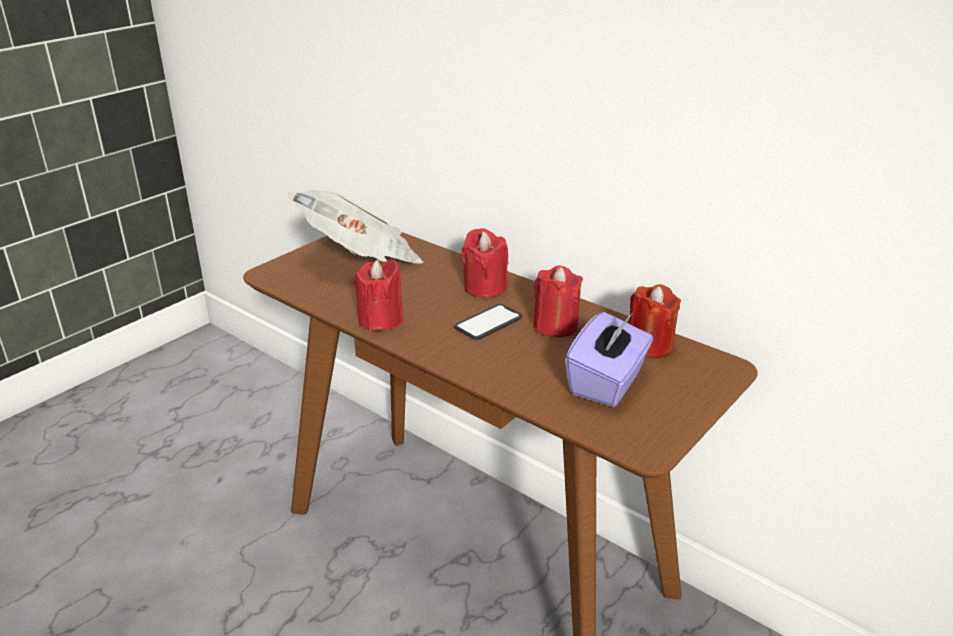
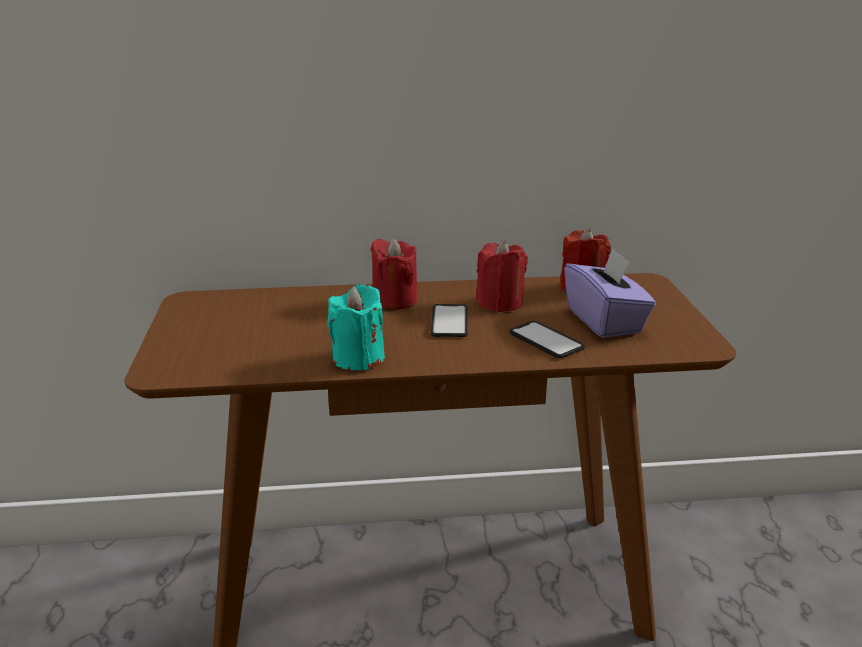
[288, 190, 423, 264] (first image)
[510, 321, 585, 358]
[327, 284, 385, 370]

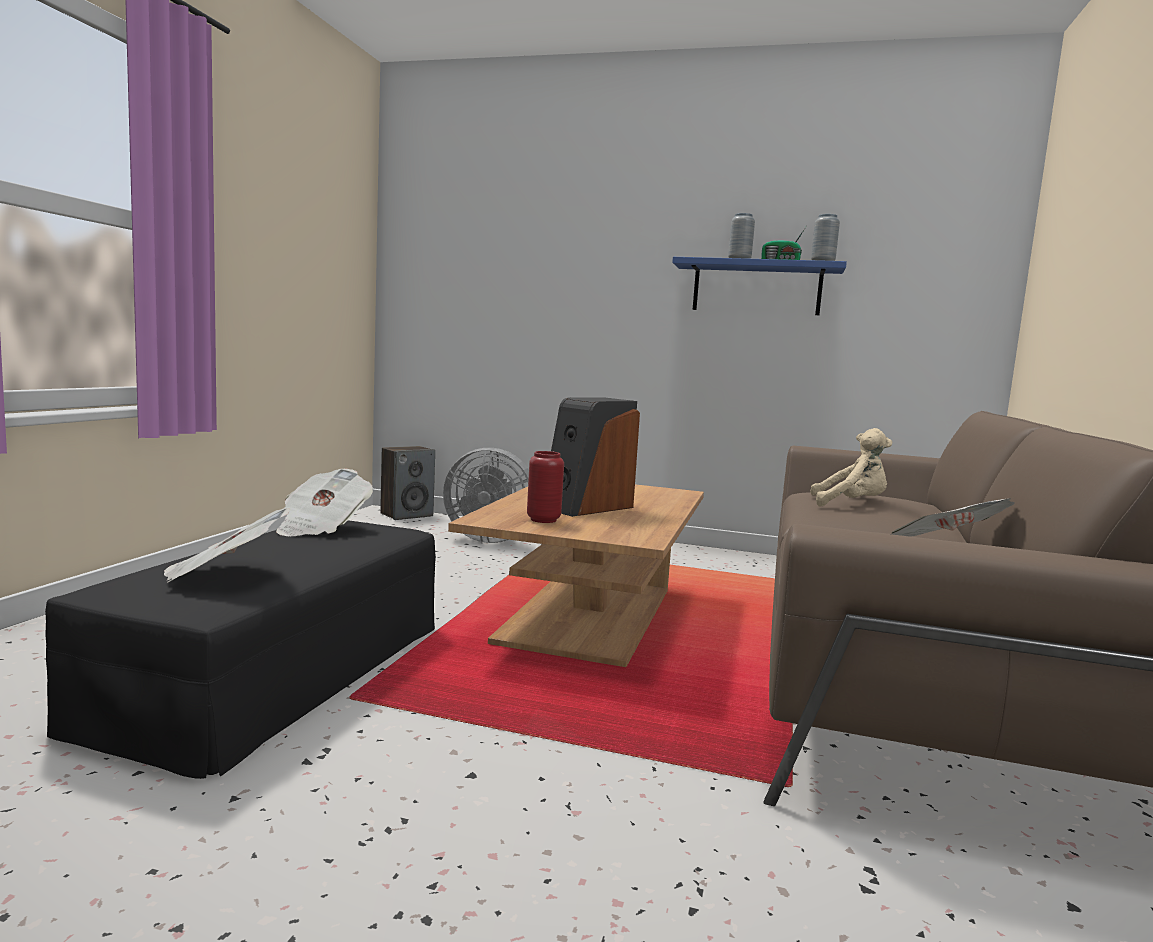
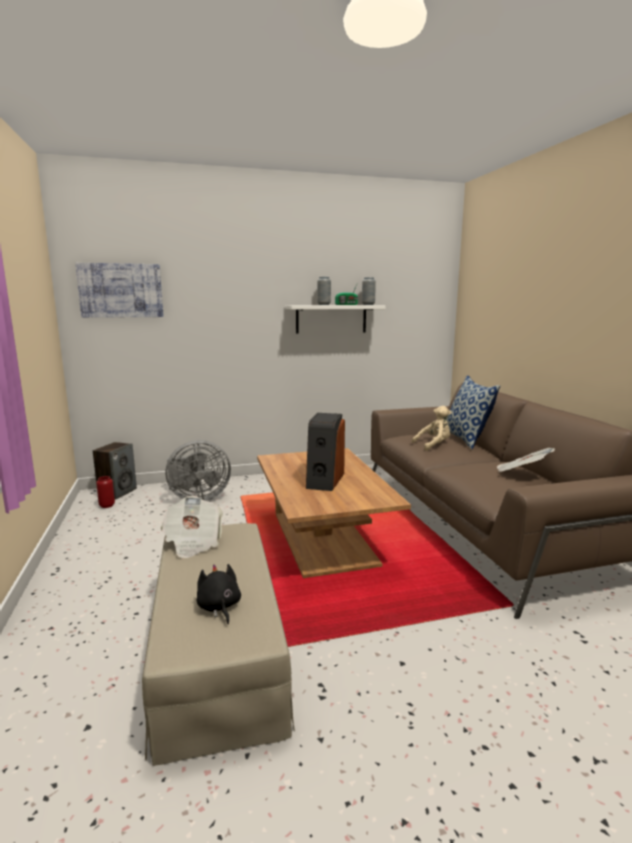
[75, 263, 164, 318]
[447, 375, 500, 449]
[96, 476, 115, 508]
[197, 564, 241, 624]
[142, 523, 295, 766]
[286, 305, 386, 334]

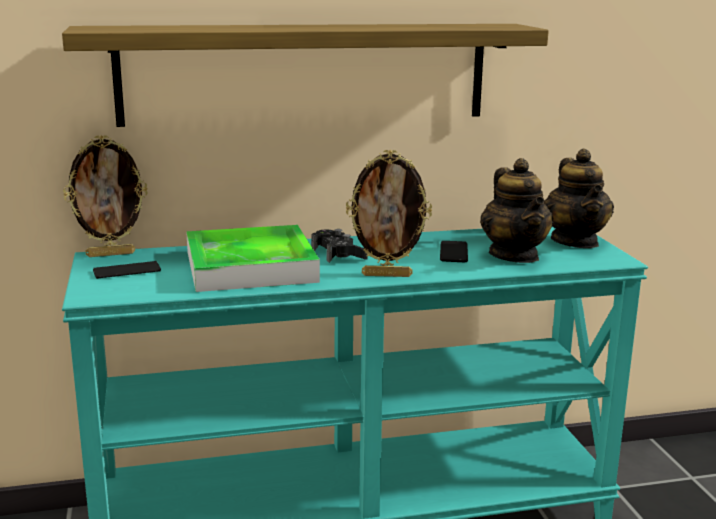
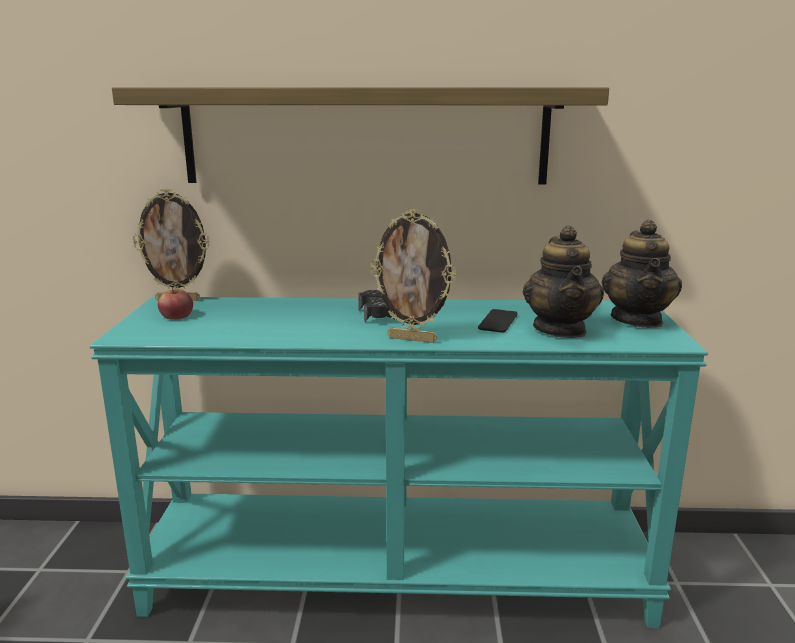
[186, 225, 320, 292] (first image)
[158, 287, 193, 320]

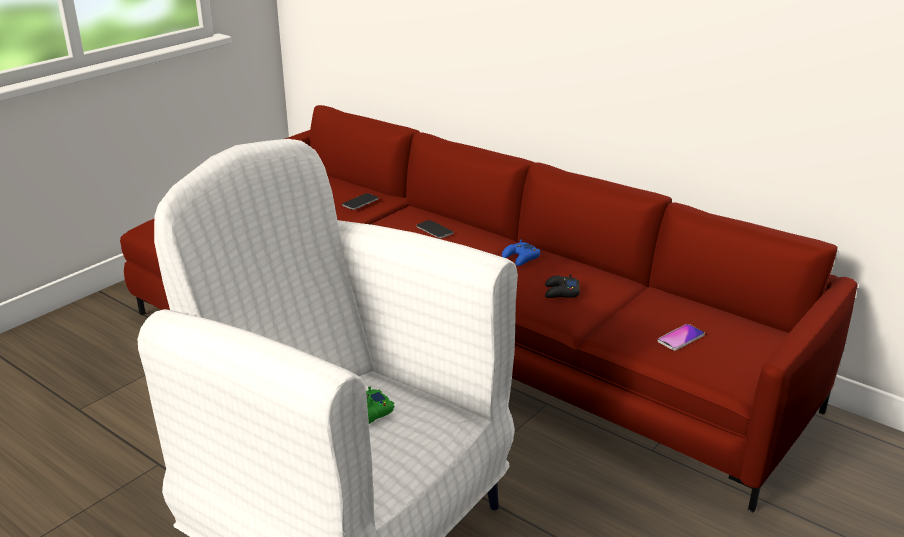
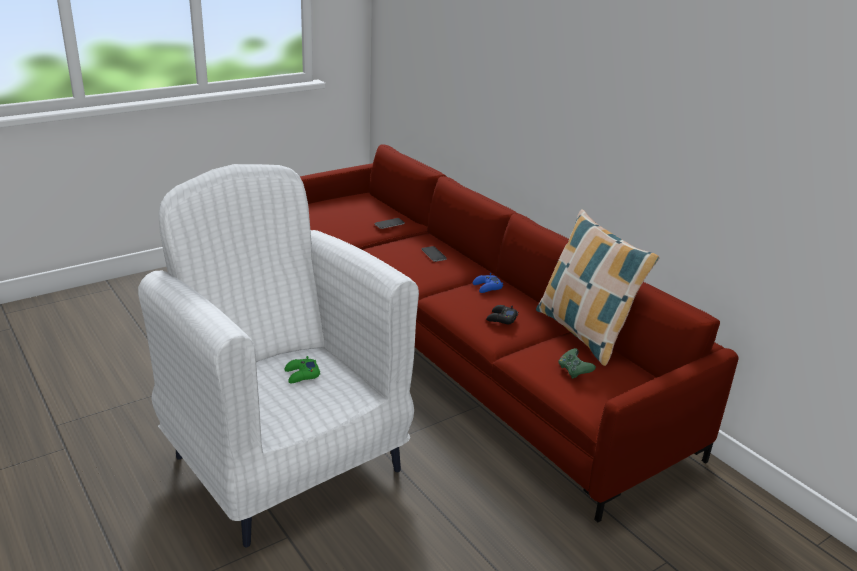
[536, 209, 659, 366]
[558, 348, 596, 379]

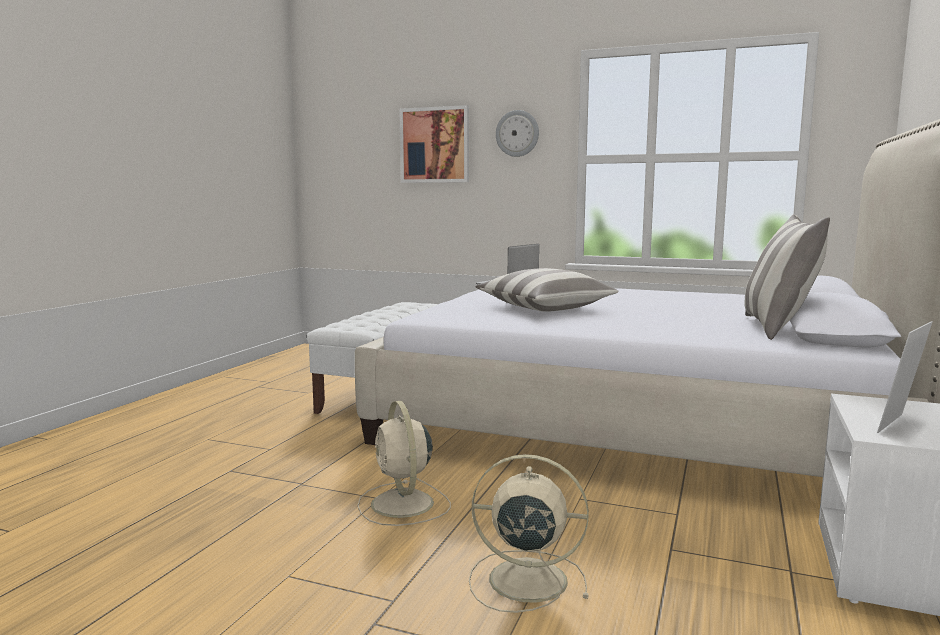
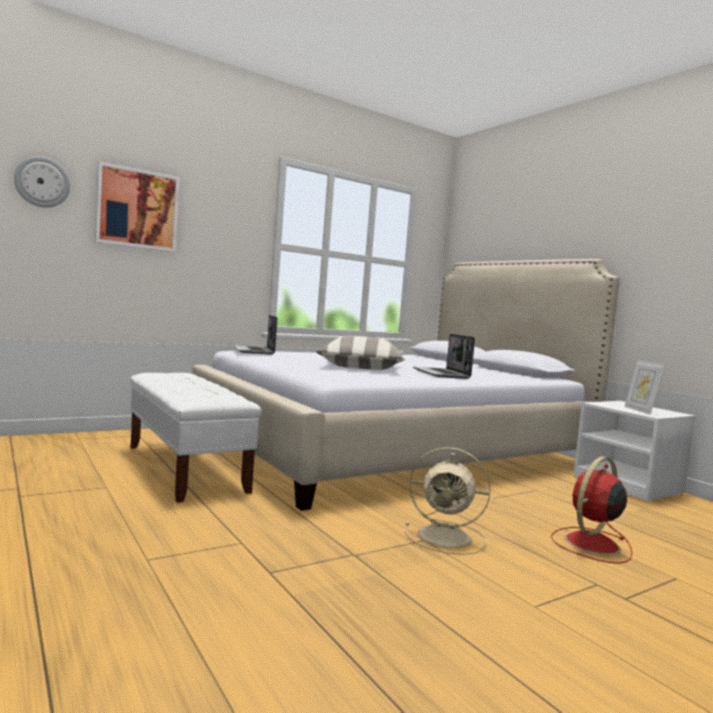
[744, 214, 830, 340] (first image)
[413, 334, 475, 379]
[14, 156, 70, 208]
[551, 456, 632, 564]

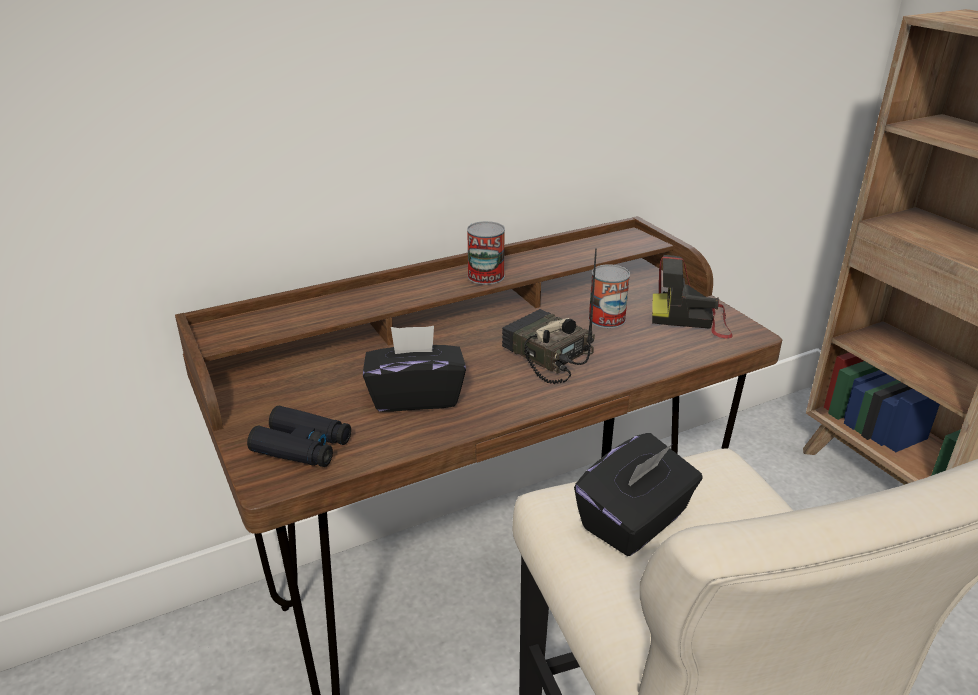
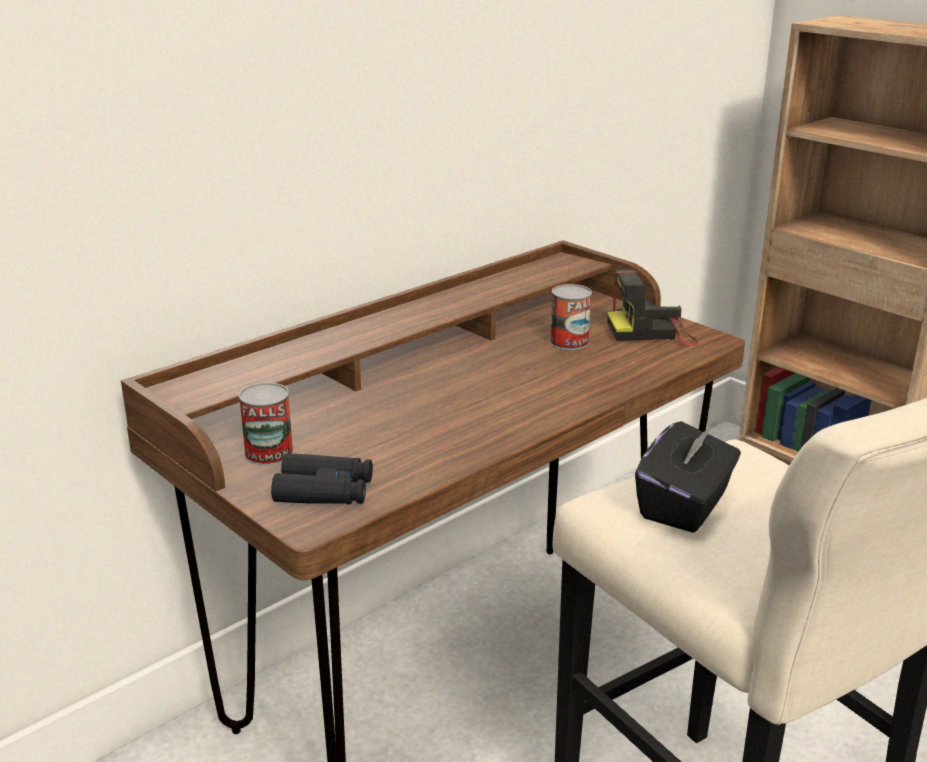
[363, 326, 466, 412] (first image)
[502, 248, 597, 384] (first image)
[239, 383, 293, 465]

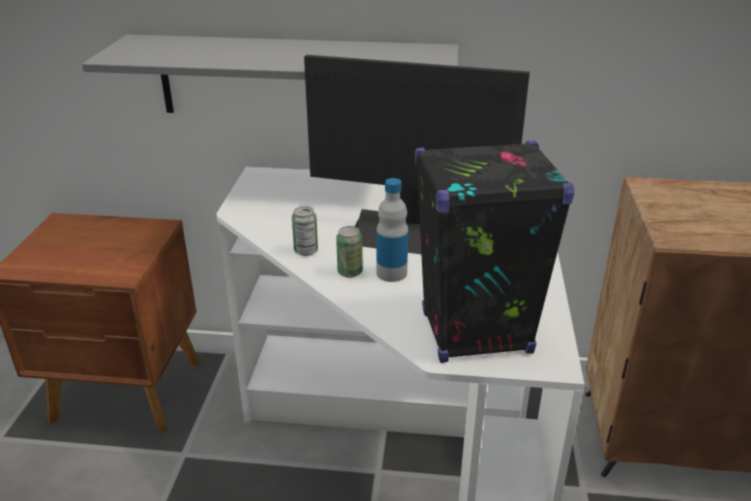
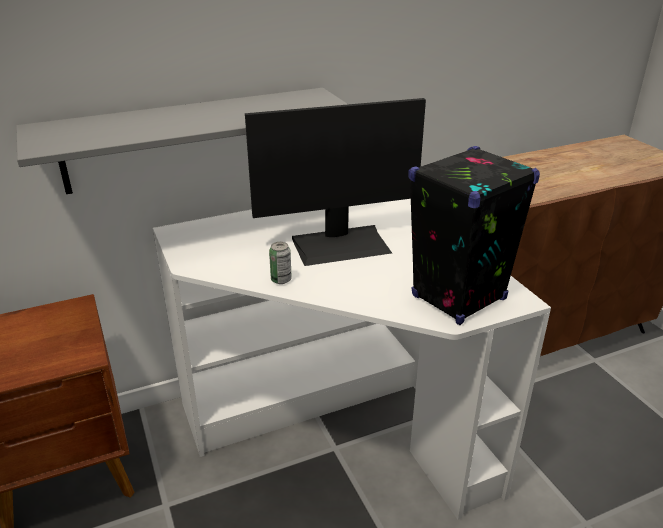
[336, 226, 363, 278] (first image)
[376, 178, 408, 282] (first image)

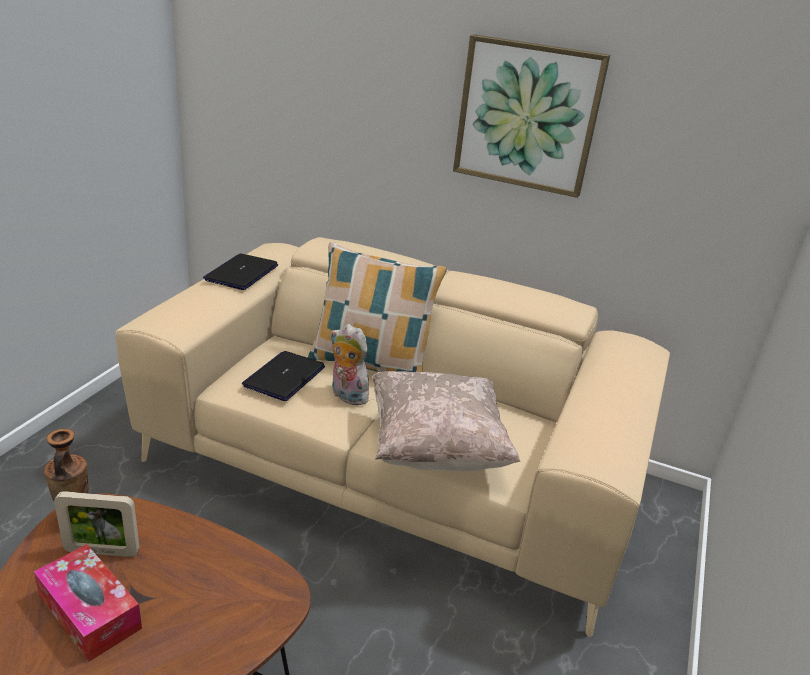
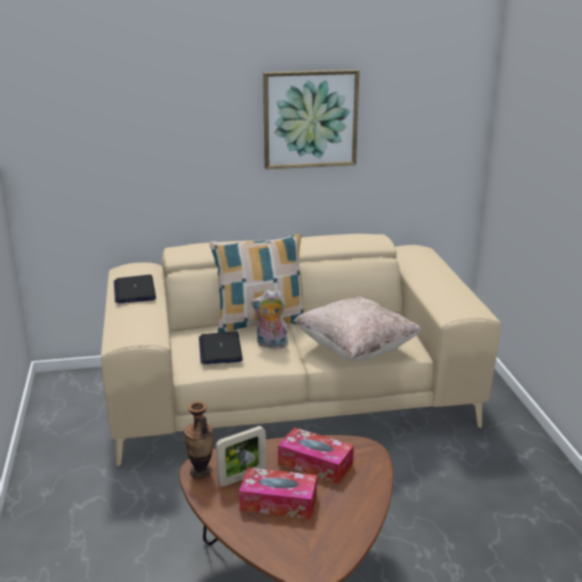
[278, 427, 354, 484]

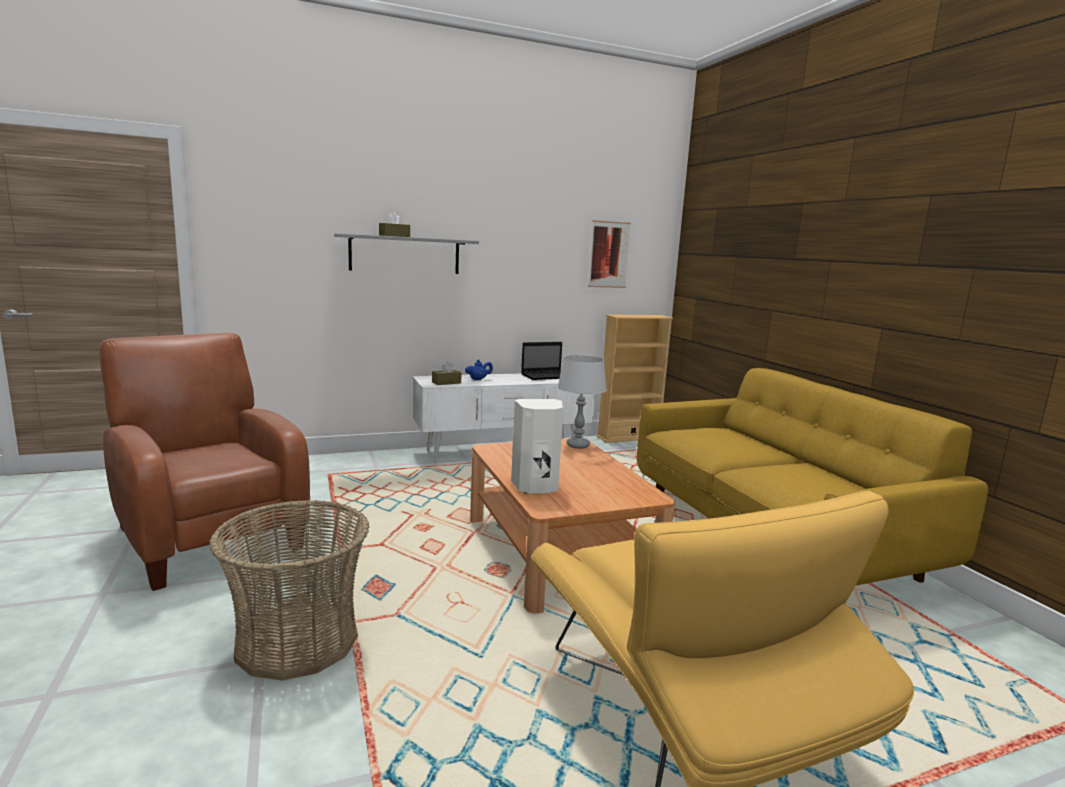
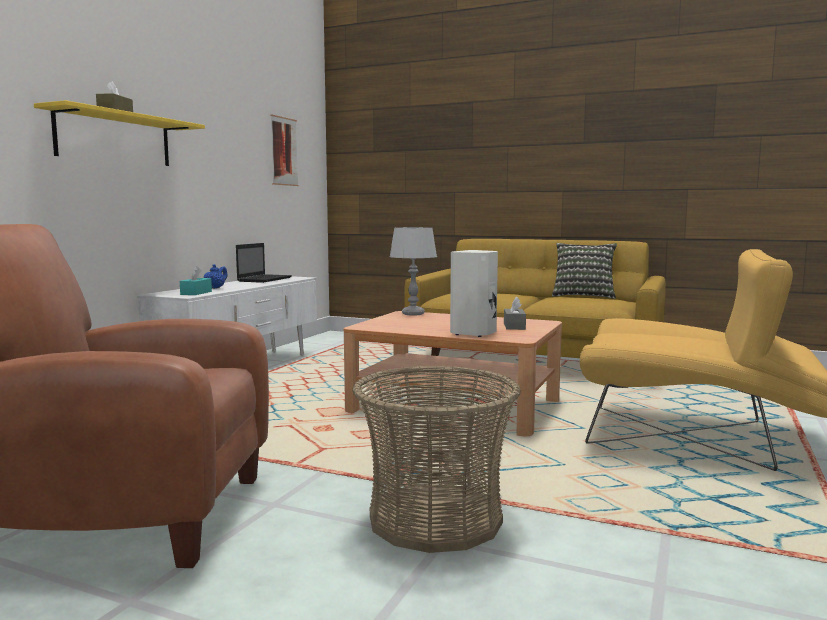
[597, 314, 673, 443] (first image)
[504, 296, 526, 330]
[552, 243, 617, 299]
[34, 100, 205, 166]
[180, 266, 212, 295]

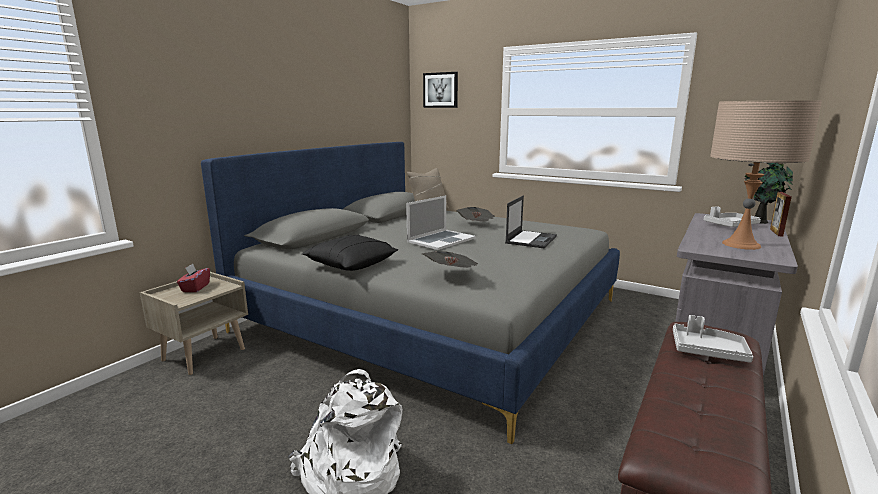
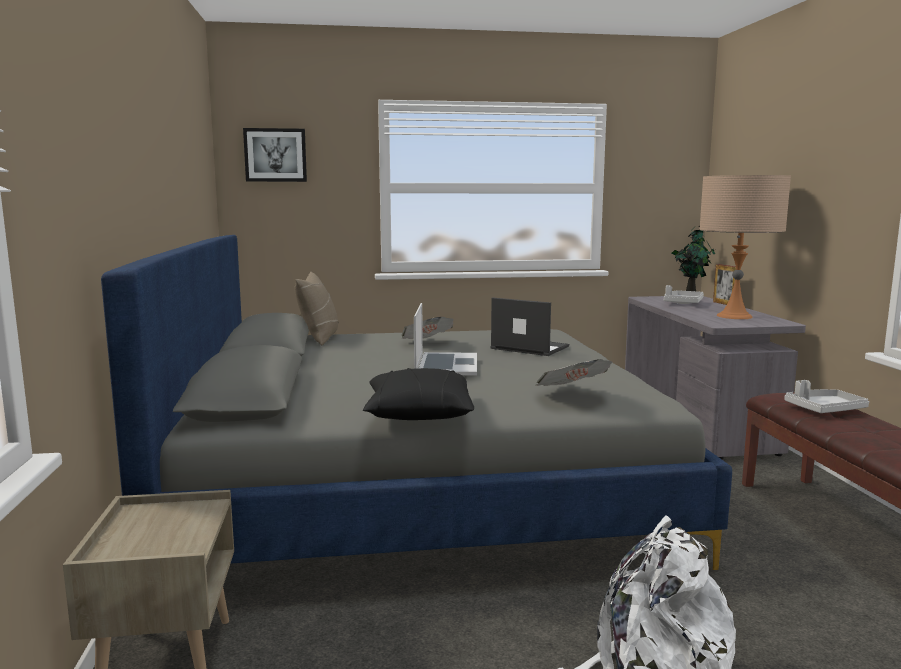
[177, 264, 210, 292] (first image)
[491, 297, 569, 356]

